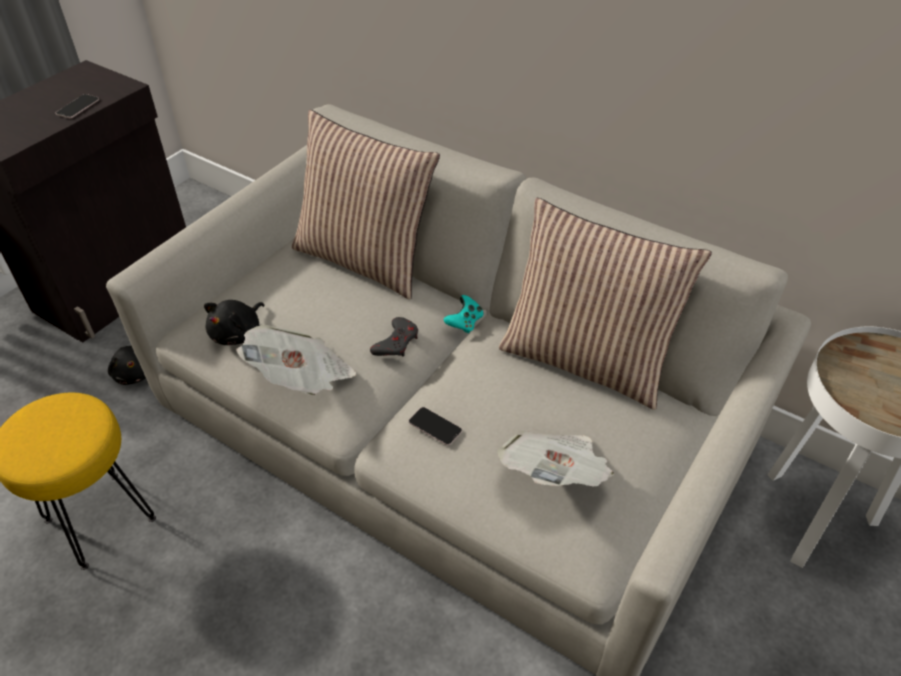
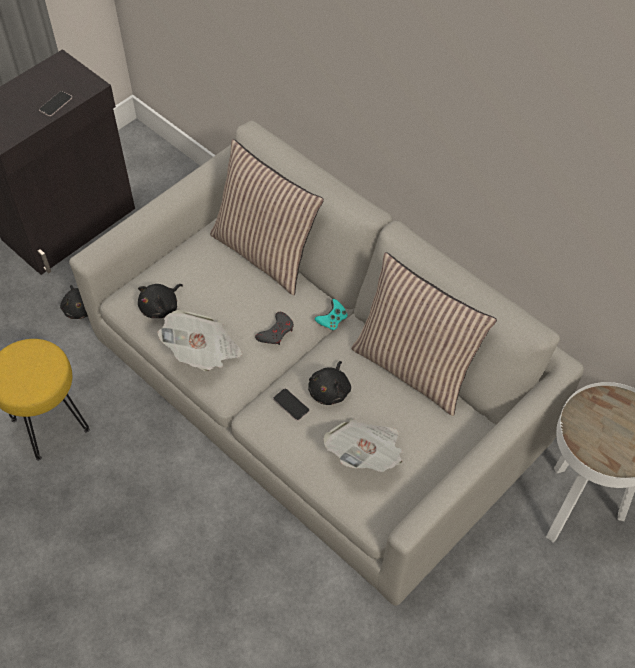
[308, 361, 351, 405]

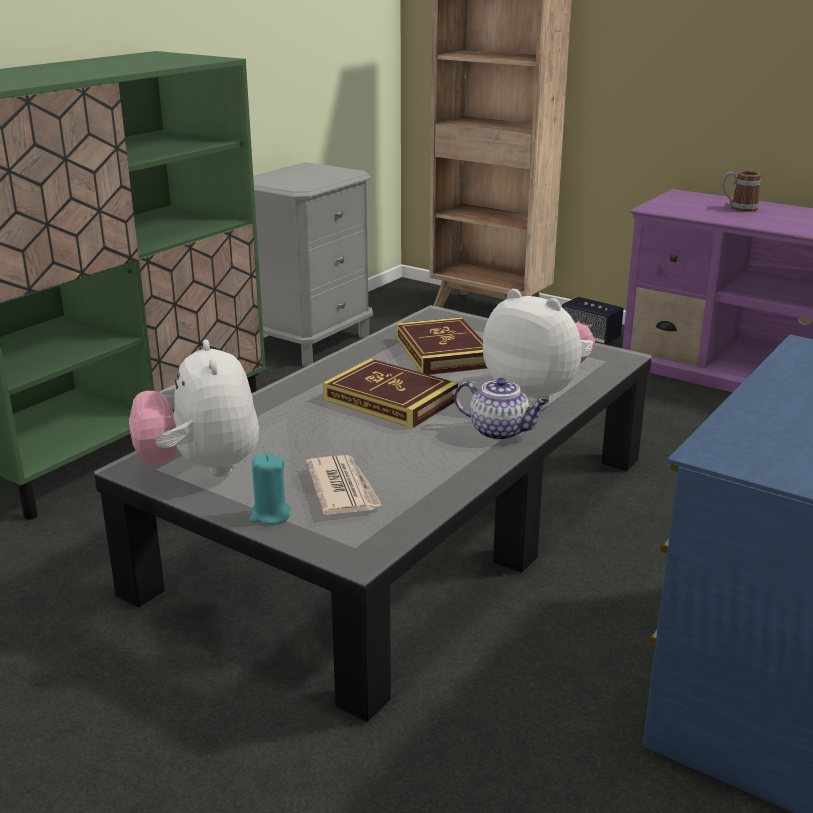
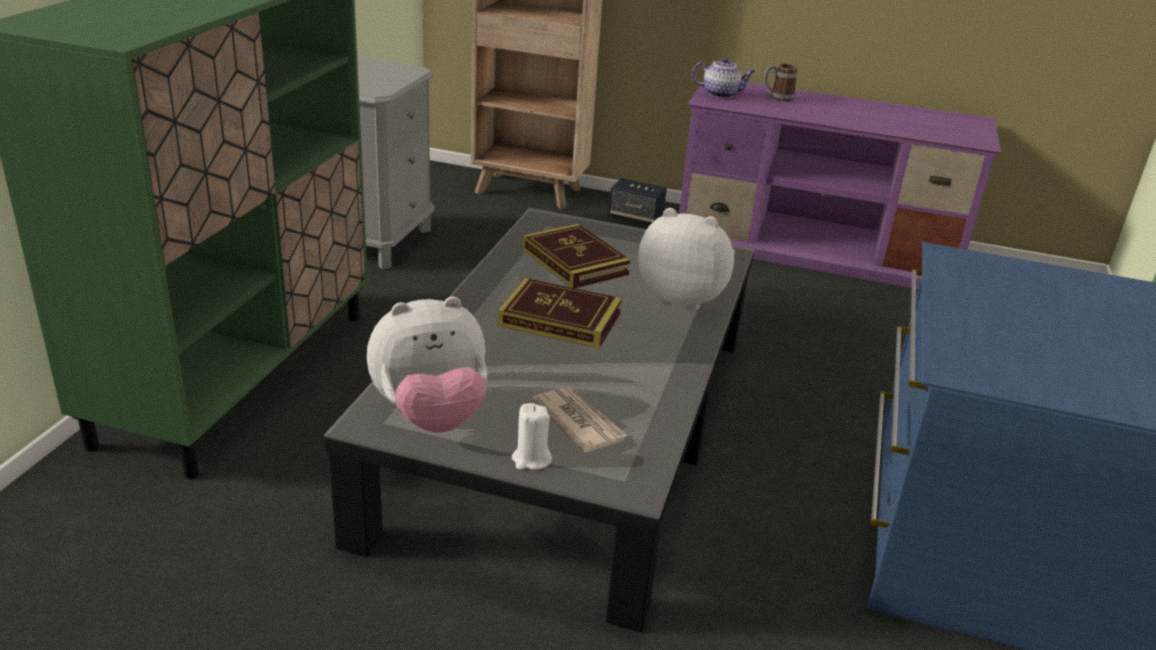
[692, 57, 756, 98]
[512, 403, 552, 470]
[367, 296, 488, 433]

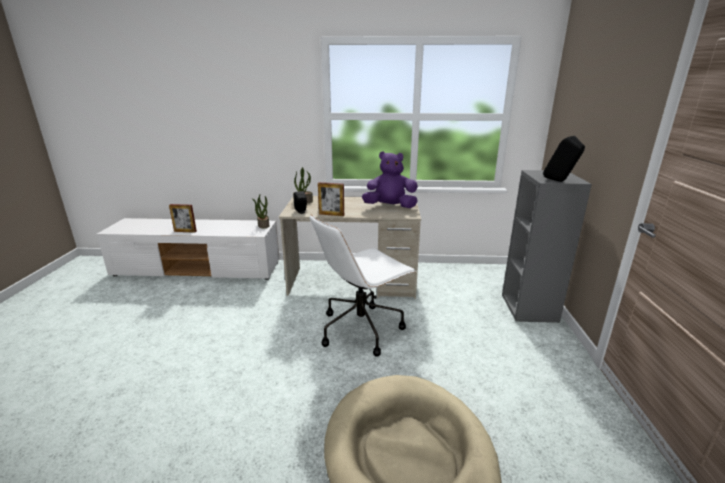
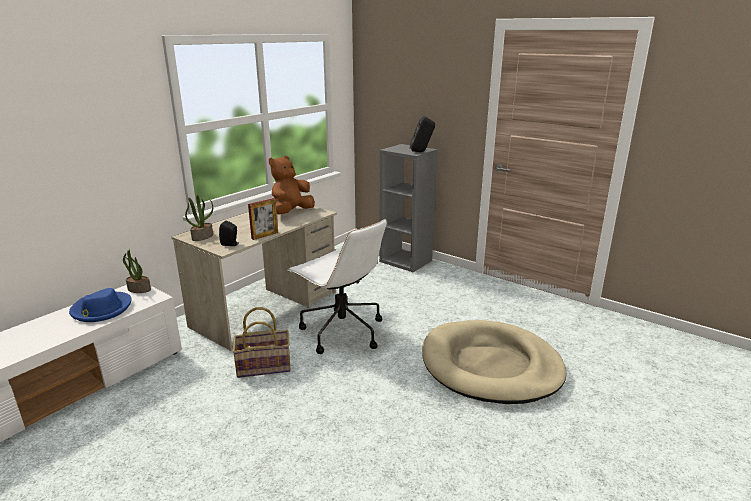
[169, 204, 197, 233] (first image)
[69, 288, 131, 322]
[232, 307, 291, 378]
[269, 156, 315, 215]
[287, 219, 387, 354]

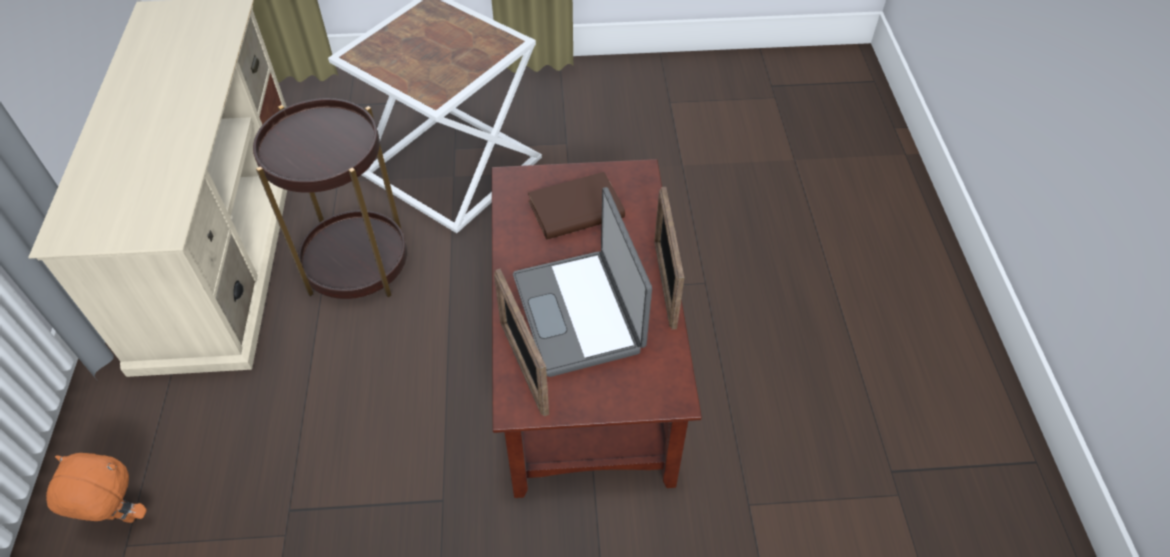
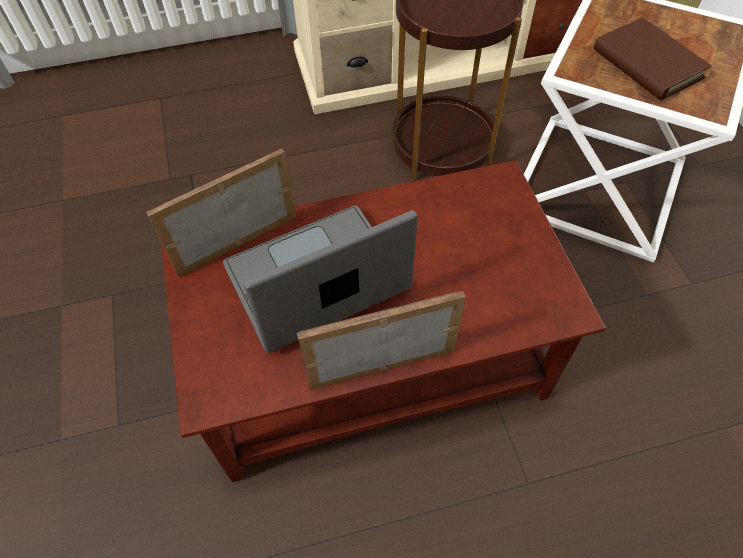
[46, 453, 147, 523] (first image)
[594, 17, 711, 100]

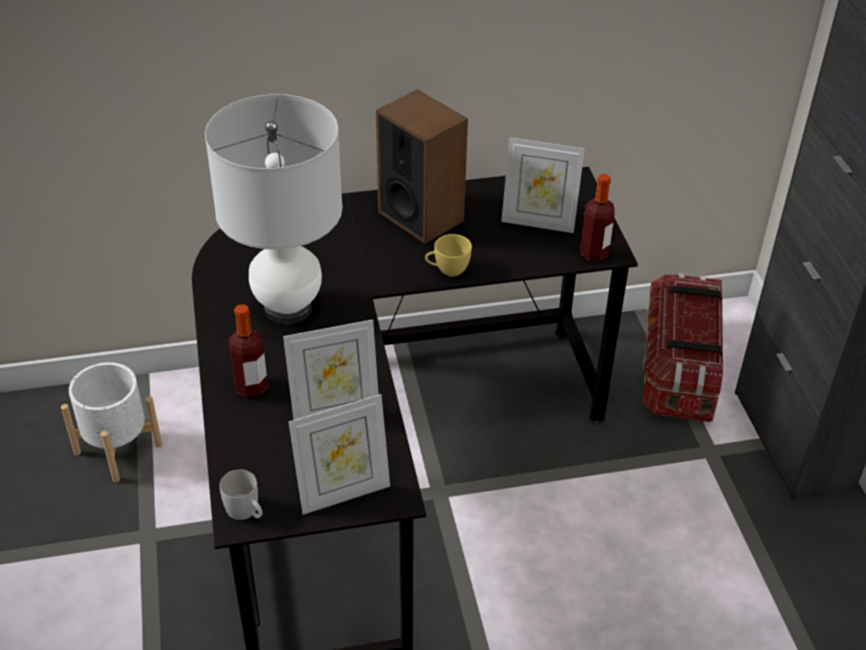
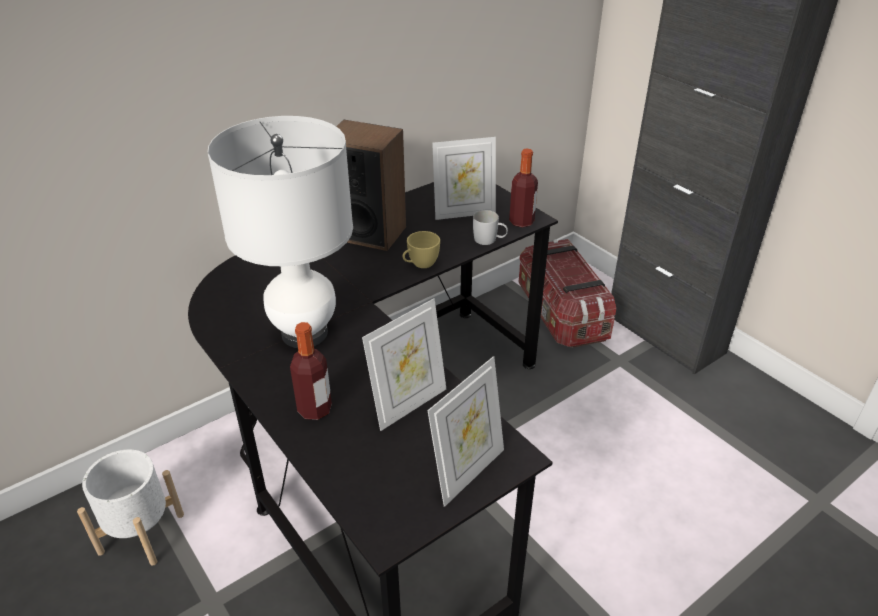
[473, 210, 508, 245]

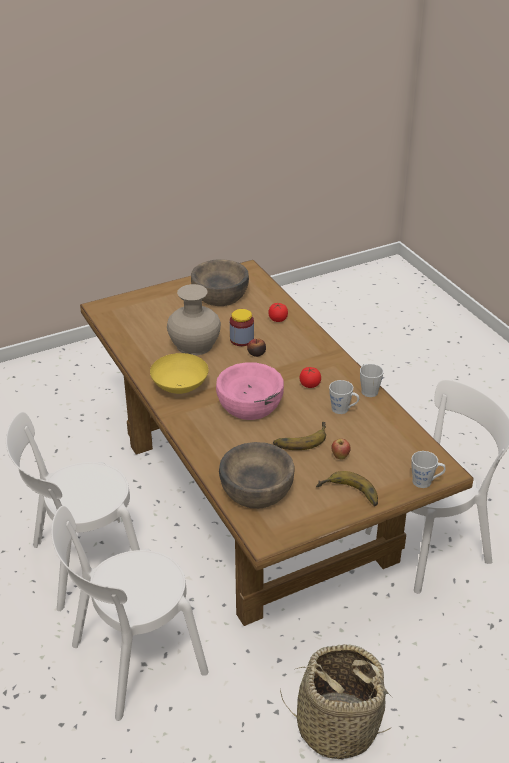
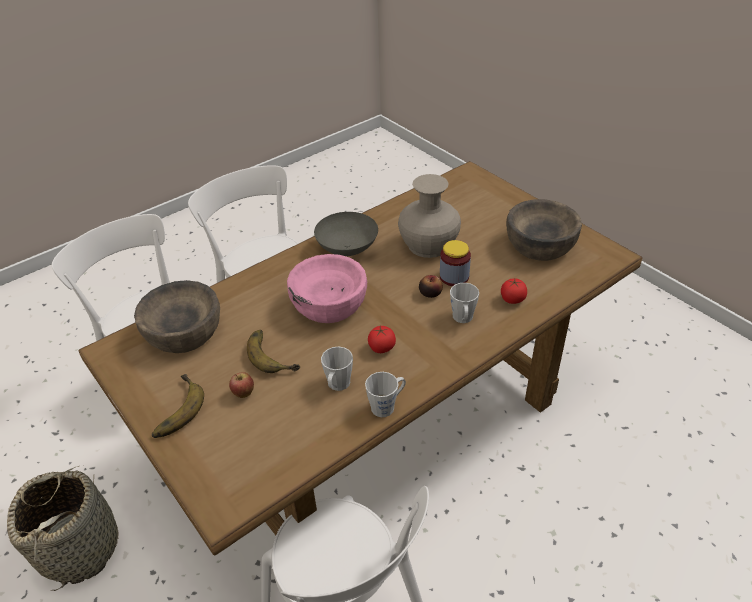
[450, 283, 479, 323]
[314, 212, 378, 256]

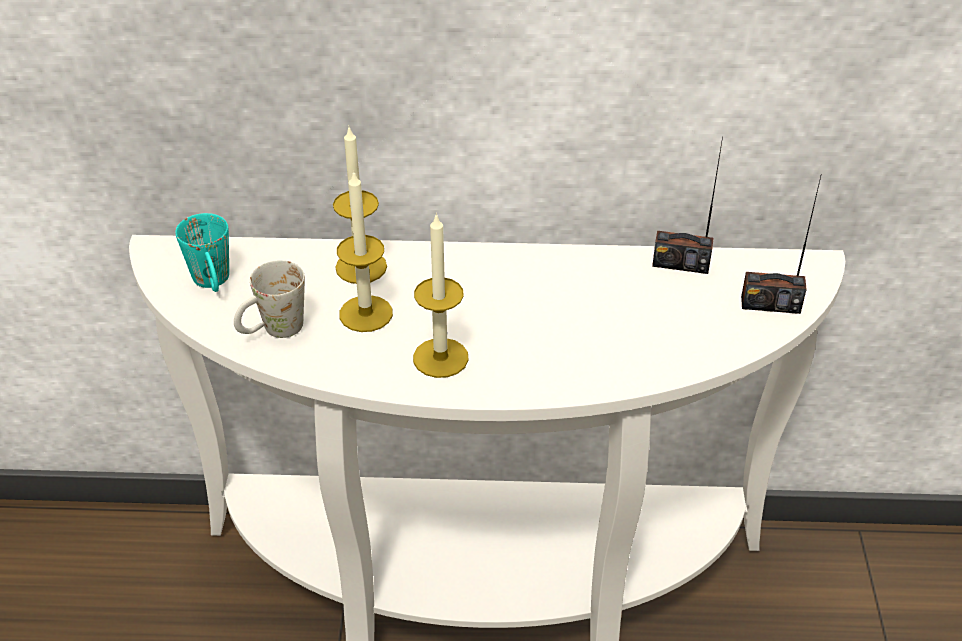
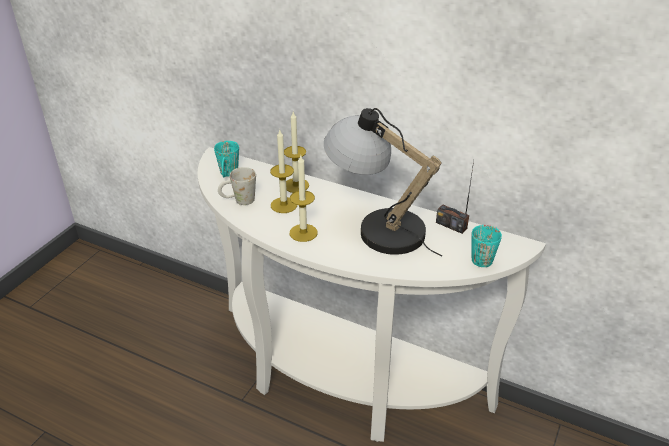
[324, 108, 443, 256]
[471, 225, 502, 267]

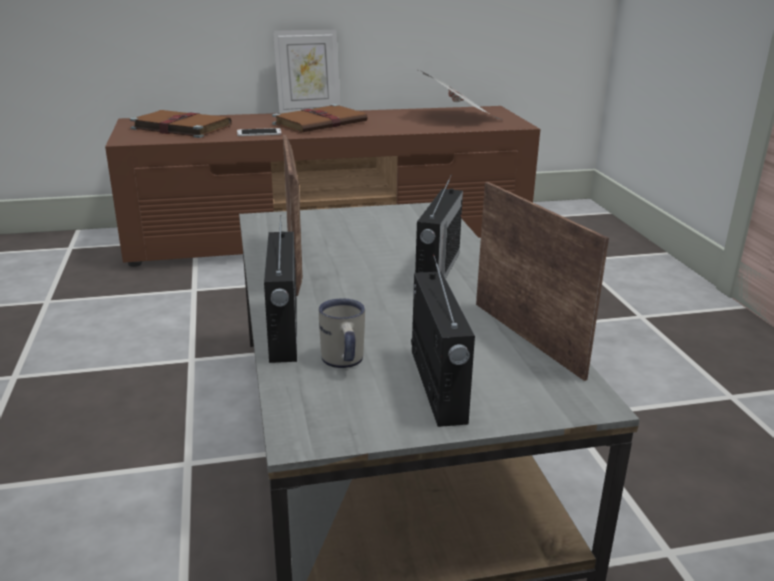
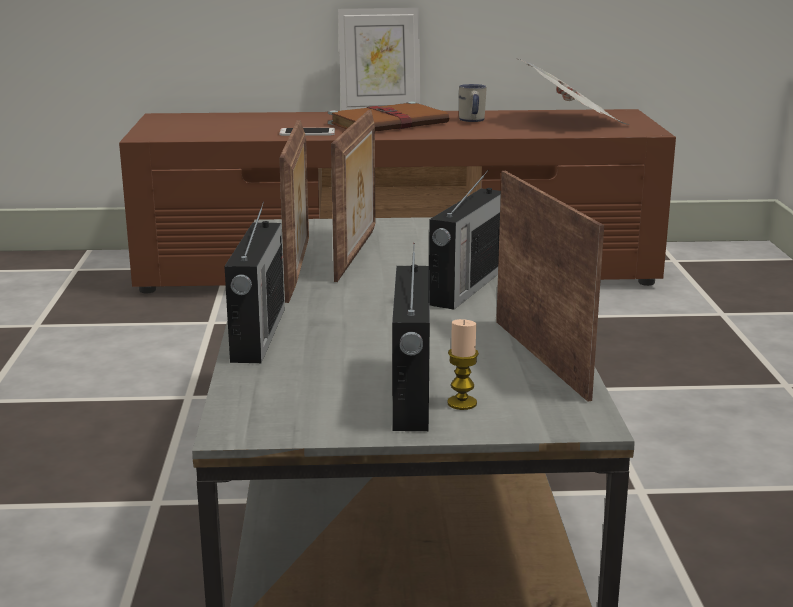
[130, 110, 232, 138] (first image)
[331, 110, 375, 282]
[447, 319, 479, 410]
[459, 84, 487, 122]

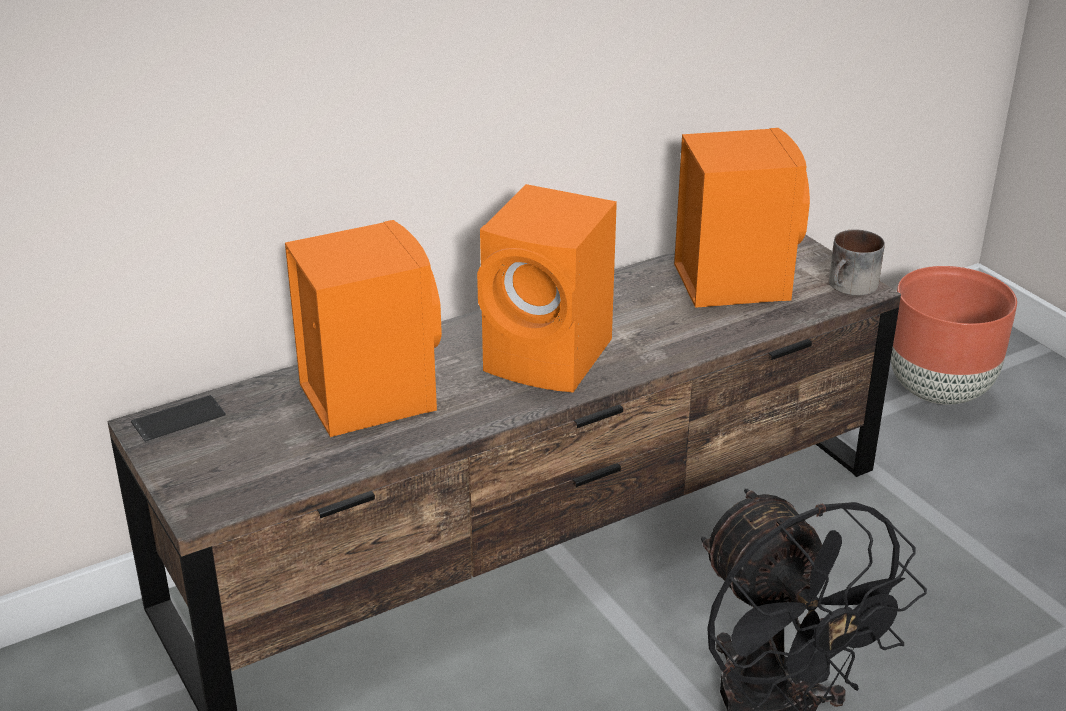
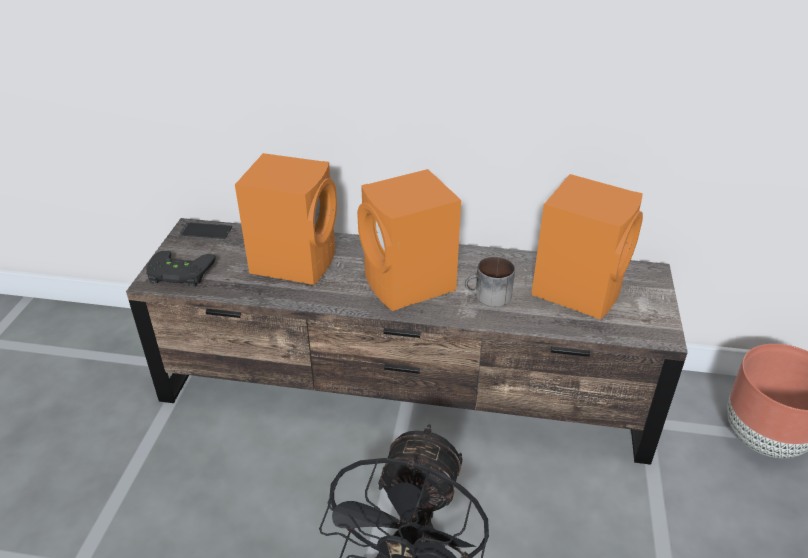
[146, 251, 216, 286]
[465, 256, 515, 307]

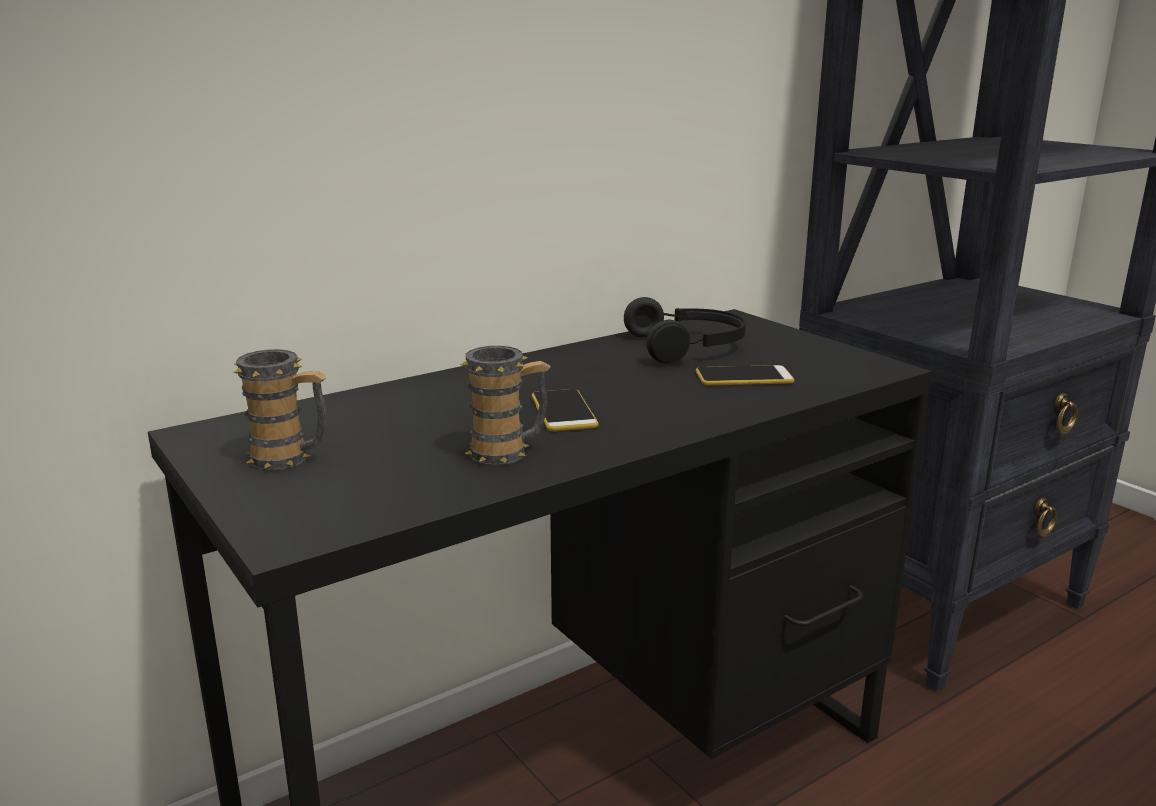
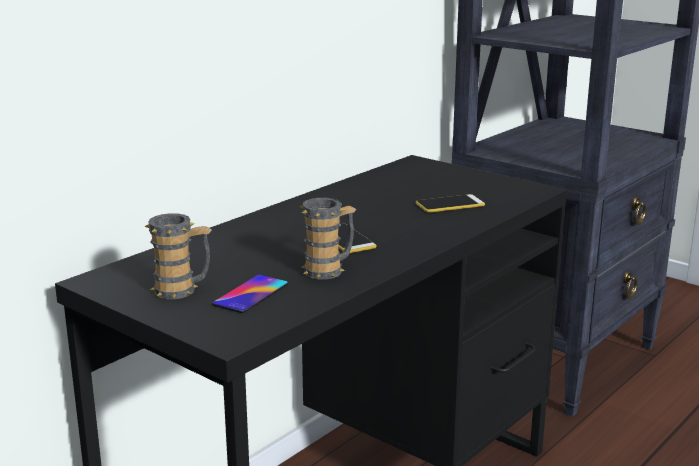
[624, 297, 746, 363] (first image)
[212, 275, 288, 313]

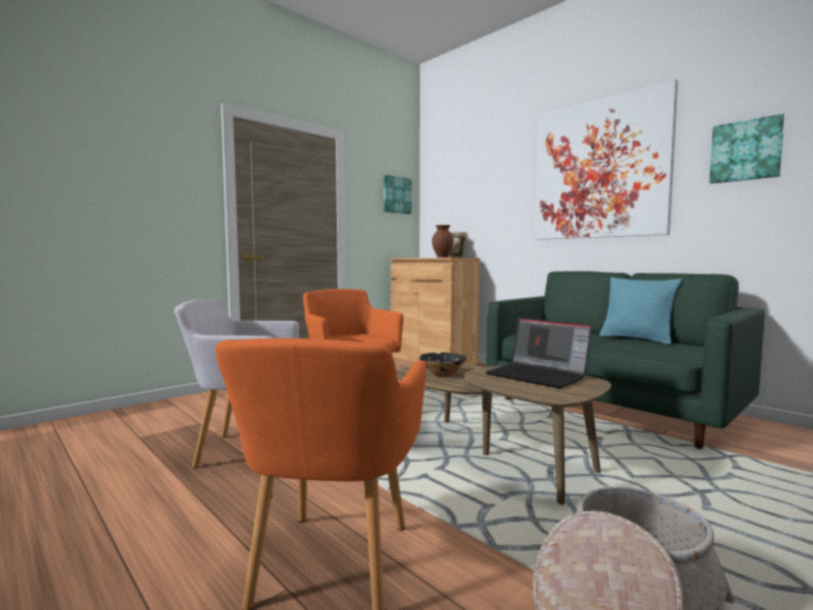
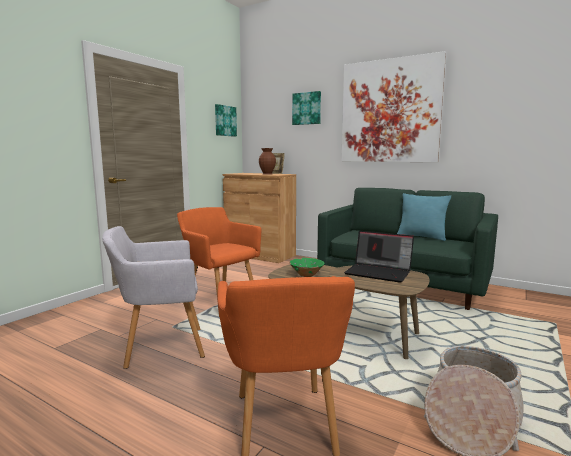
[292, 91, 321, 125]
[290, 258, 324, 277]

